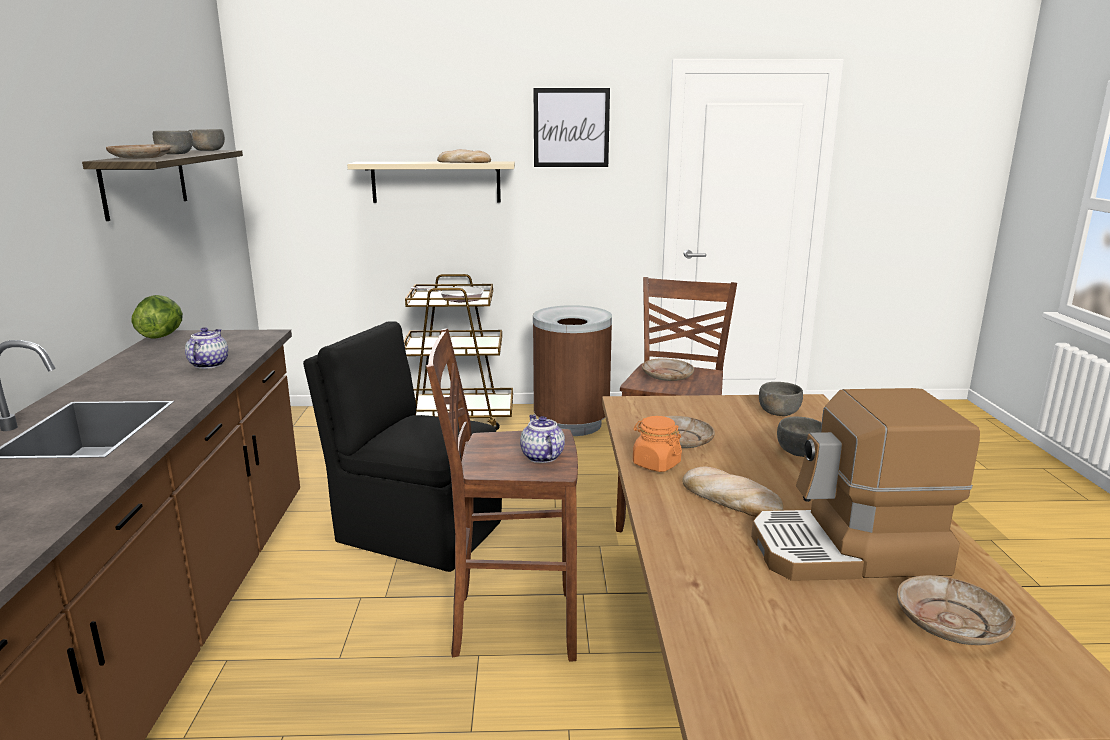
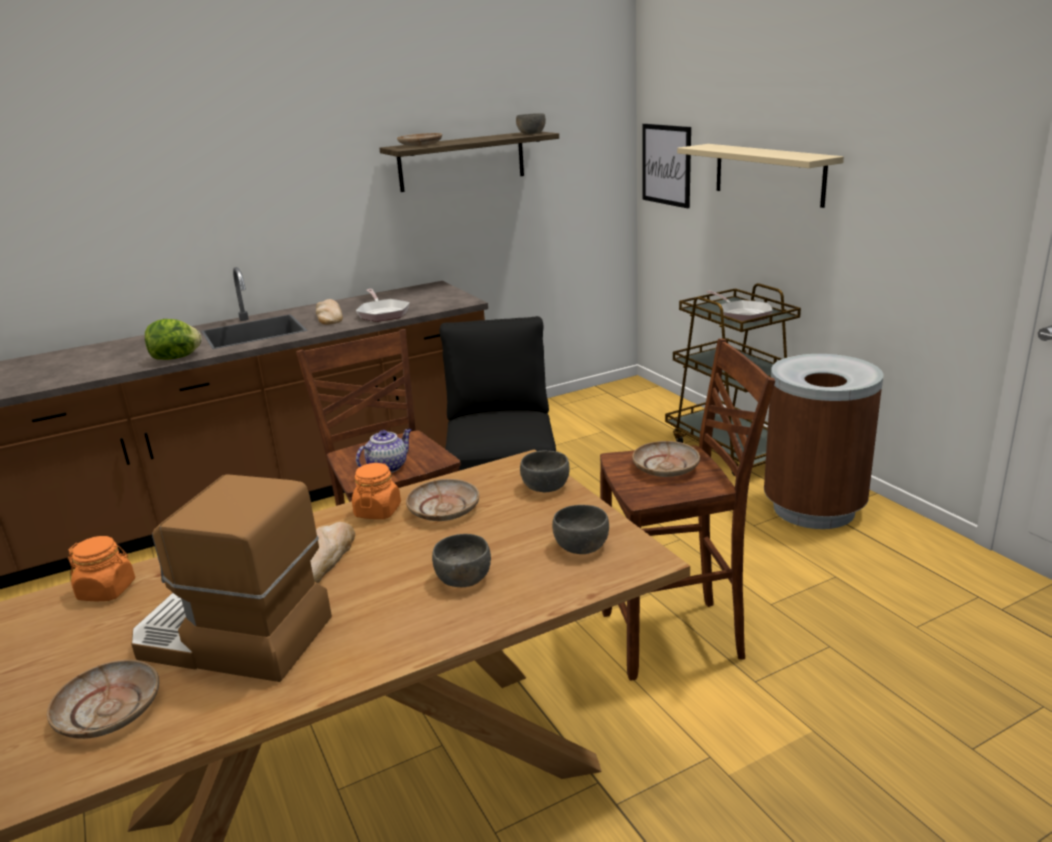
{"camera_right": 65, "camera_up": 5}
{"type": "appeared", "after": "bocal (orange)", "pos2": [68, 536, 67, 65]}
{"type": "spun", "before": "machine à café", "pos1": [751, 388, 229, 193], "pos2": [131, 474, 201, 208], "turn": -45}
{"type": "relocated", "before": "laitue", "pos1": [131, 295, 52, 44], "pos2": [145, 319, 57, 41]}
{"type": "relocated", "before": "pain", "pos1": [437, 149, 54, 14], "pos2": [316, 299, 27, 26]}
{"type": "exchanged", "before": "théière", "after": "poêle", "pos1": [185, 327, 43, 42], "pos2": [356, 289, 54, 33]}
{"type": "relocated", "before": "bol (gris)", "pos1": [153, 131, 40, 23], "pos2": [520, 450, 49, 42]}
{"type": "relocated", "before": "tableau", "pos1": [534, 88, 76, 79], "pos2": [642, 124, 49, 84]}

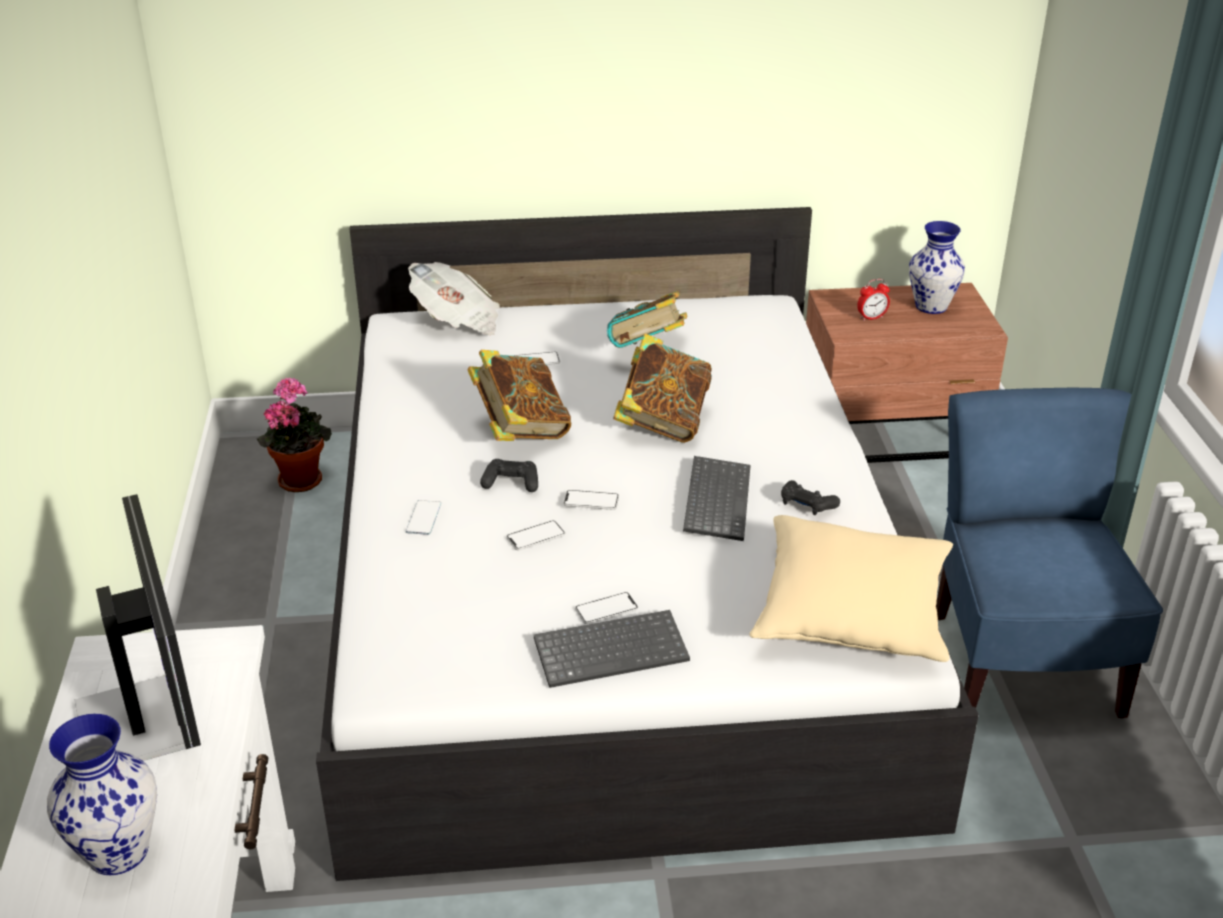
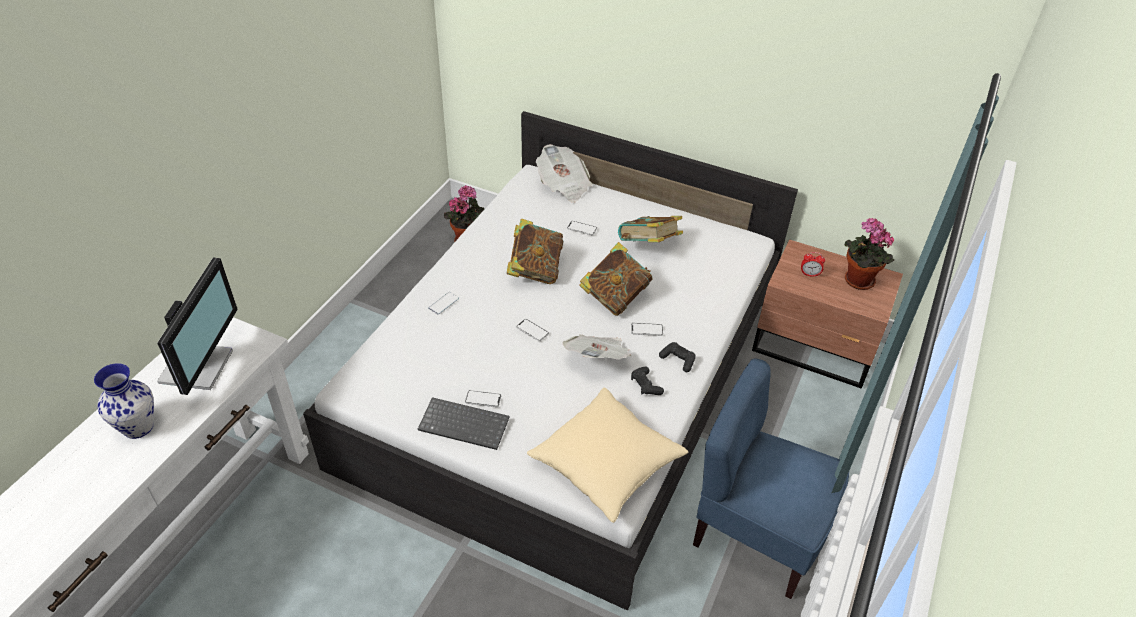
{"camera_right": 30, "camera_up": 10}
{"type": "exchanged", "before": "clavier", "after": "journal", "pos1": [683, 456, 68, 85], "pos2": [563, 334, 68, 25]}
{"type": "relocated", "before": "téléphone", "pos1": [506, 520, 59, 30], "pos2": [631, 323, 32, 13]}
{"type": "relocated", "before": "manette (noir)", "pos1": [480, 459, 58, 33], "pos2": [659, 342, 37, 30]}
{"type": "spun", "before": "chaise (bleu)", "pos1": [936, 388, 227, 331], "pos2": [693, 358, 157, 241], "turn": -90}
{"type": "exchanged", "before": "vase", "after": "plante en pot", "pos1": [909, 221, 56, 93], "pos2": [845, 218, 49, 72]}

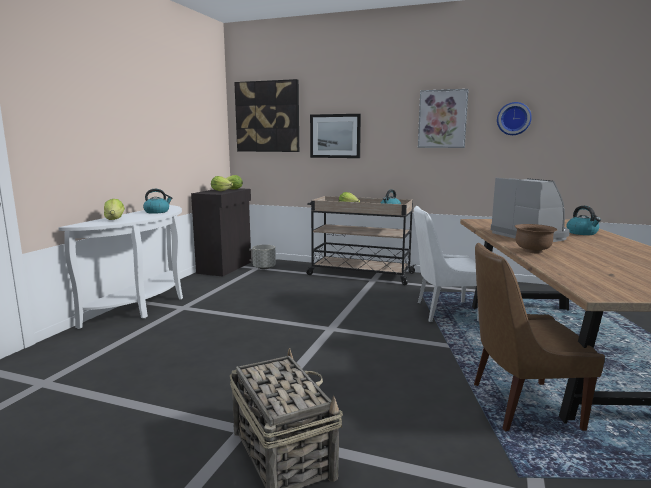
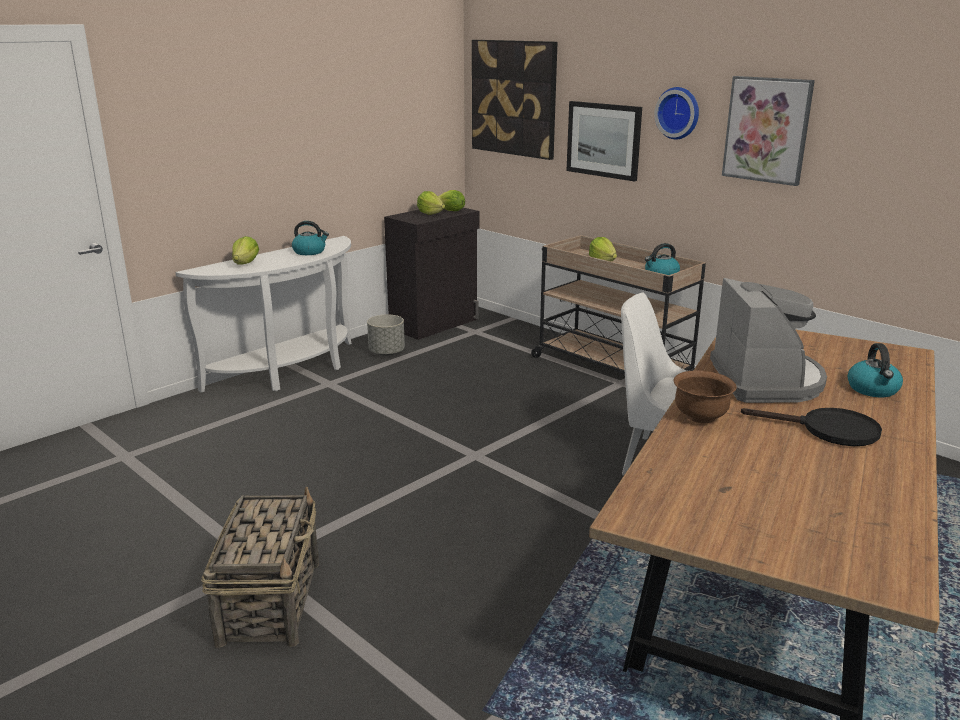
{"camera_right": 25, "camera_up": 10}
{"type": "relocated", "before": "cache-pot (gris)", "pos1": [252, 245, 24, 24], "pos2": [367, 315, 38, 41]}
{"type": "relocated", "before": "horloge murale", "pos1": [497, 102, 35, 33], "pos2": [654, 87, 45, 52]}
{"type": "appeared", "after": "poêle (noir)", "pos2": [741, 408, 141, 38]}
{"type": "missing", "before": "chaise (marron)", "pos1": [474, 243, 131, 188]}

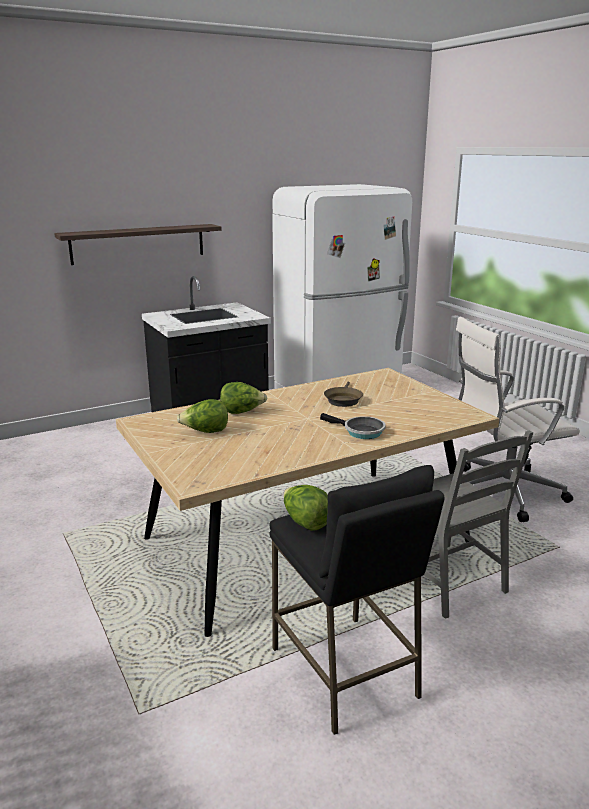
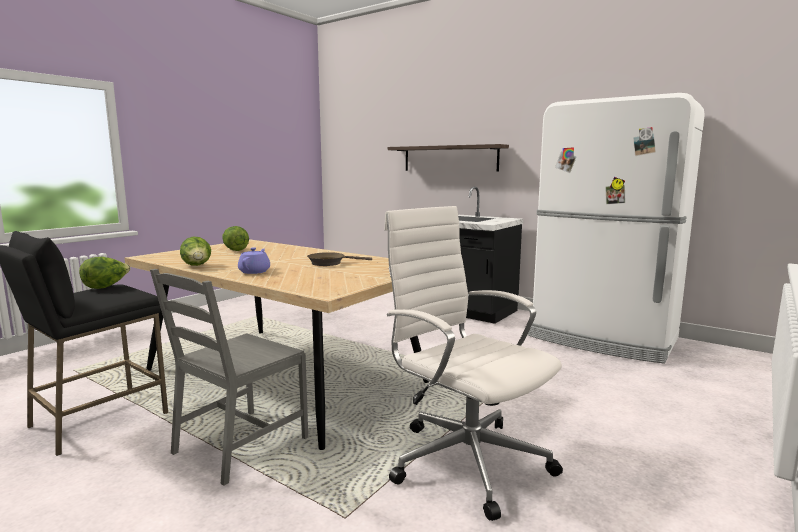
{"camera_right": 65, "camera_up": -10}
{"type": "relocated", "before": "laitue", "pos1": [220, 382, 47, 32], "pos2": [180, 237, 31, 29]}
{"type": "exchanged", "before": "poêle", "after": "théière (violet)", "pos1": [320, 413, 66, 26], "pos2": [238, 247, 32, 27]}

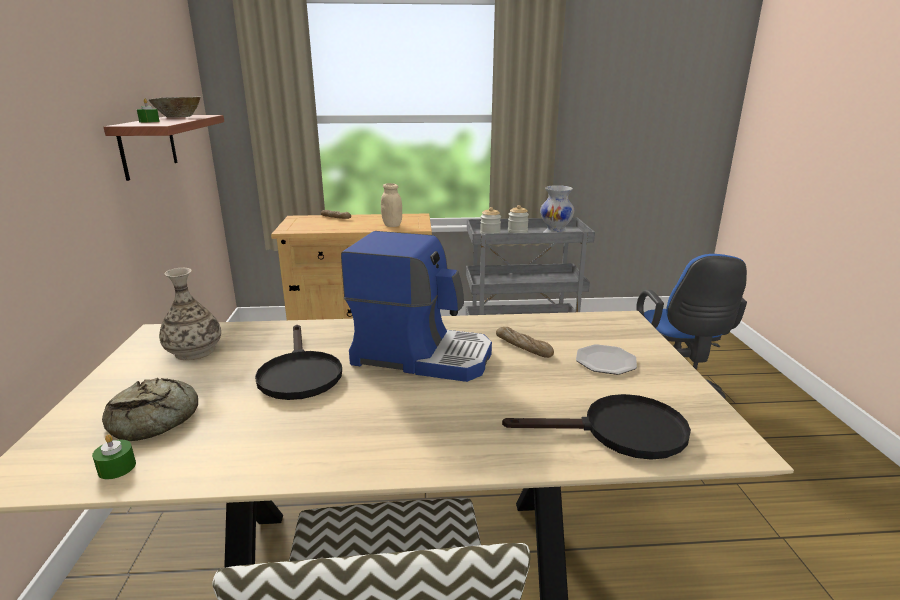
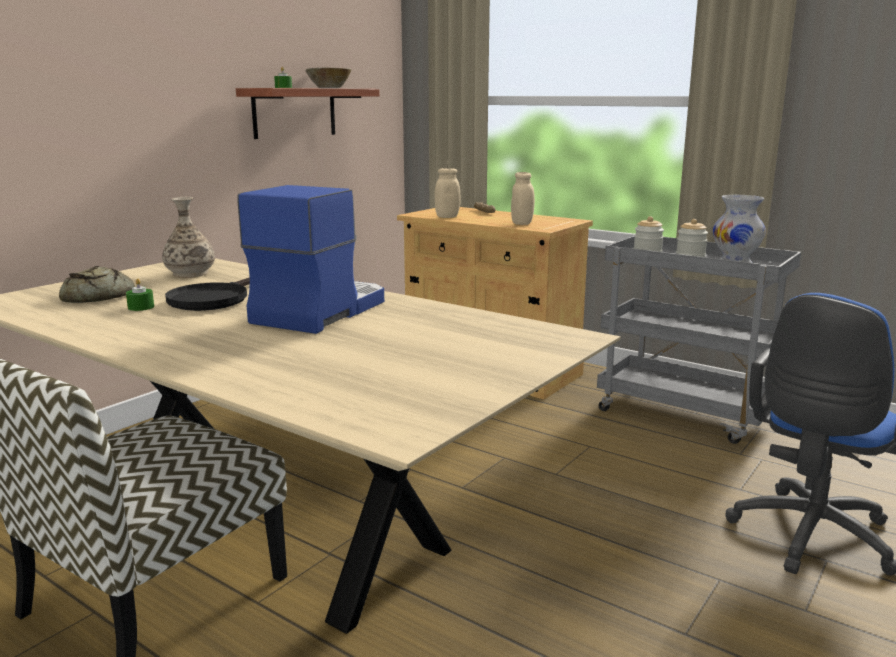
{"camera_right": 40, "camera_up": -5}
{"type": "relocated", "before": "bougie (vert)", "pos1": [92, 434, 44, 45], "pos2": [126, 278, 28, 33]}
{"type": "spun", "before": "machine à café", "pos1": [341, 231, 151, 151], "pos2": [237, 185, 147, 149], "turn": -120}
{"type": "appeared", "after": "bocal (beige)", "pos2": [434, 168, 26, 50]}
{"type": "missing", "before": "pain", "pos1": [496, 327, 58, 31]}
{"type": "missing", "before": "poêle (noir)", "pos1": [502, 394, 189, 66]}
{"type": "missing", "before": "assiette", "pos1": [576, 344, 61, 31]}

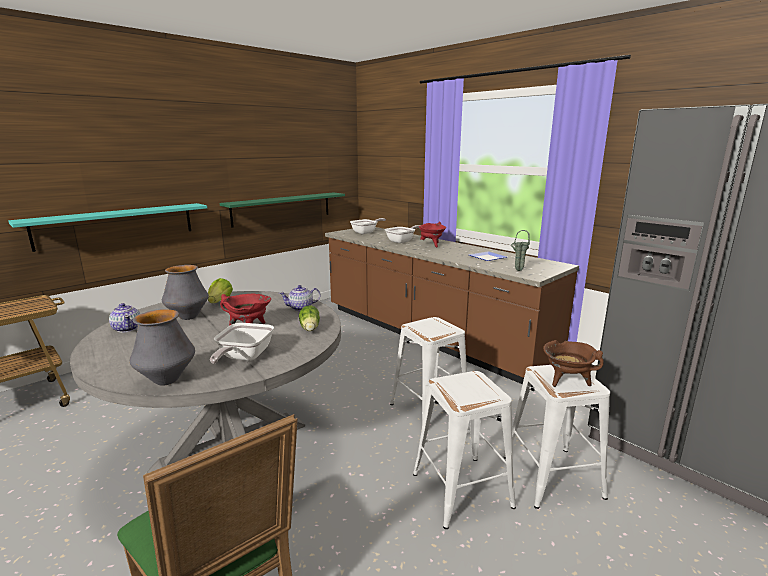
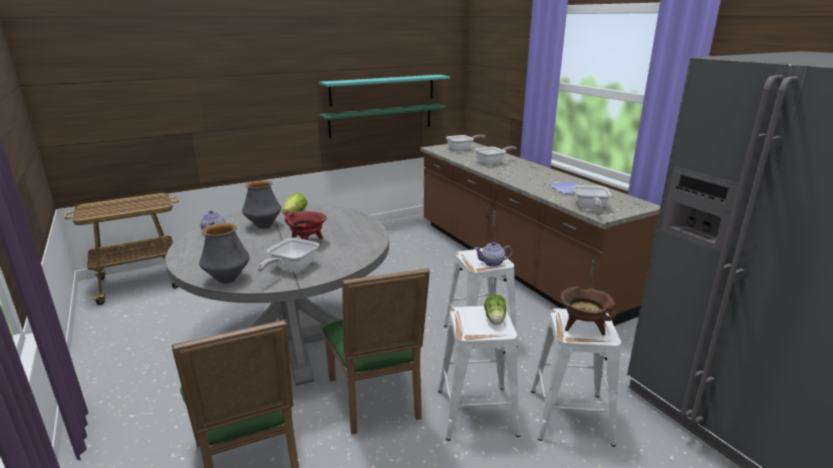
{"camera_right": 15, "camera_up": 5}
{"type": "relocated", "before": "étagère (turquoise)", "pos1": [8, 203, 199, 49], "pos2": [319, 75, 131, 32]}
{"type": "appeared", "after": "chaise (vert)", "pos2": [322, 268, 108, 166]}
{"type": "relocated", "before": "théière", "pos1": [279, 285, 41, 26], "pos2": [474, 242, 38, 25]}
{"type": "relocated", "before": "laitue", "pos1": [299, 306, 21, 25], "pos2": [484, 294, 22, 31]}
{"type": "exchanged", "before": "vase (vert)", "after": "poêle", "pos1": [511, 230, 19, 41], "pos2": [574, 185, 37, 24]}
{"type": "missing", "before": "marmite (rouge)", "pos1": [419, 222, 27, 25]}

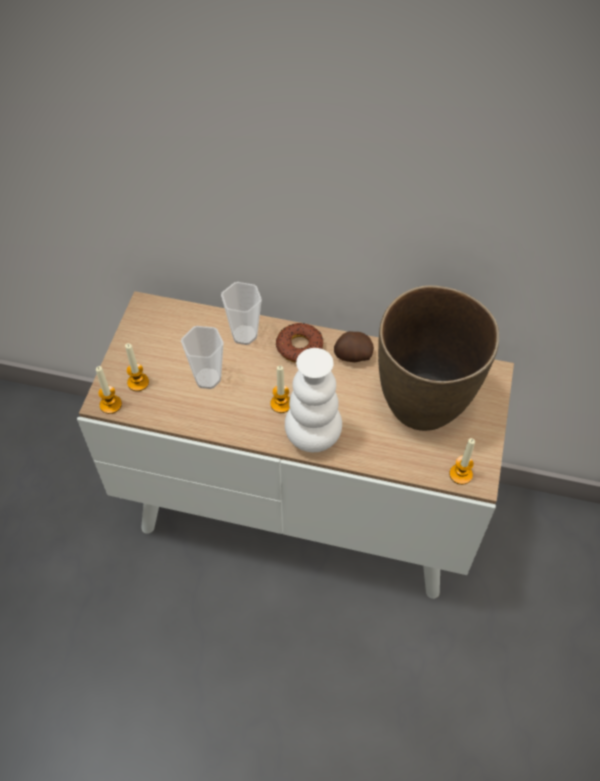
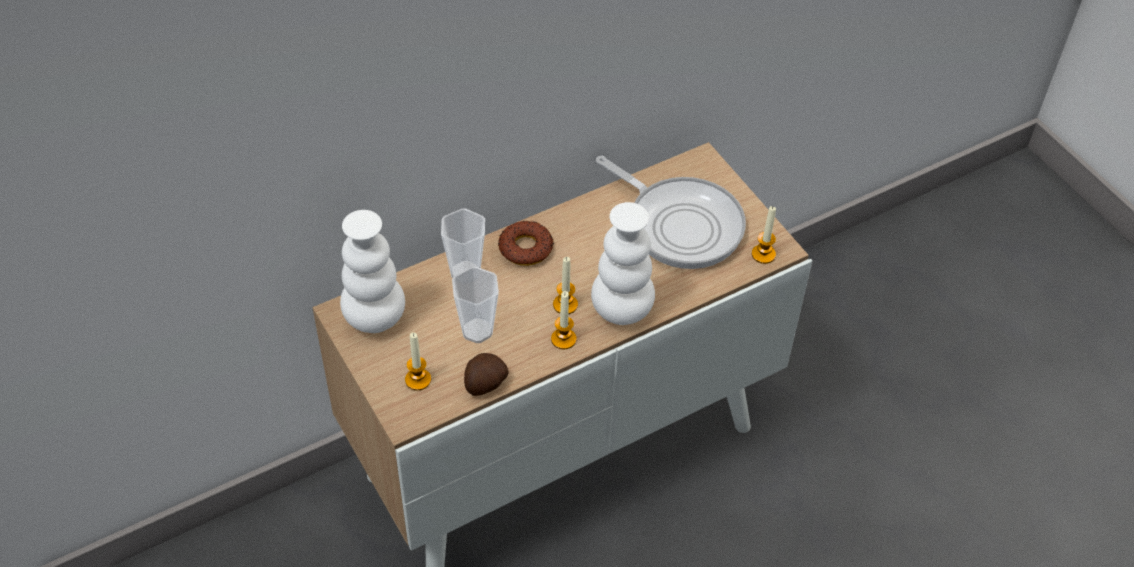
{"camera_right": -45, "camera_up": -5}
{"type": "appeared", "after": "vase (blanc)", "pos2": [340, 210, 65, 123]}
{"type": "relocated", "before": "pomme de terre", "pos1": [334, 331, 40, 31], "pos2": [464, 353, 45, 43]}
{"type": "relocated", "before": "bougie", "pos1": [96, 366, 26, 48], "pos2": [551, 291, 25, 58]}
{"type": "exchanged", "before": "vase (marron)", "after": "poêle", "pos1": [378, 285, 121, 146], "pos2": [596, 156, 150, 113]}

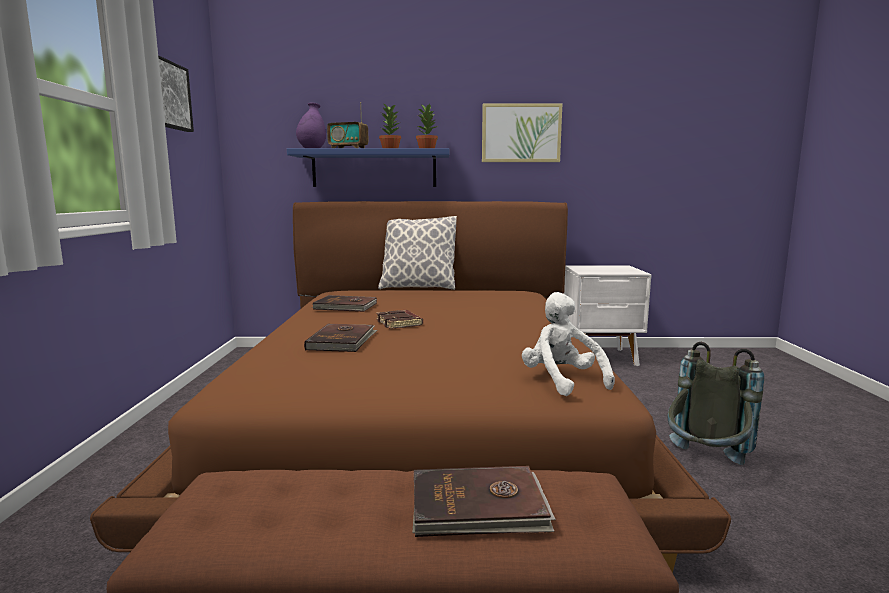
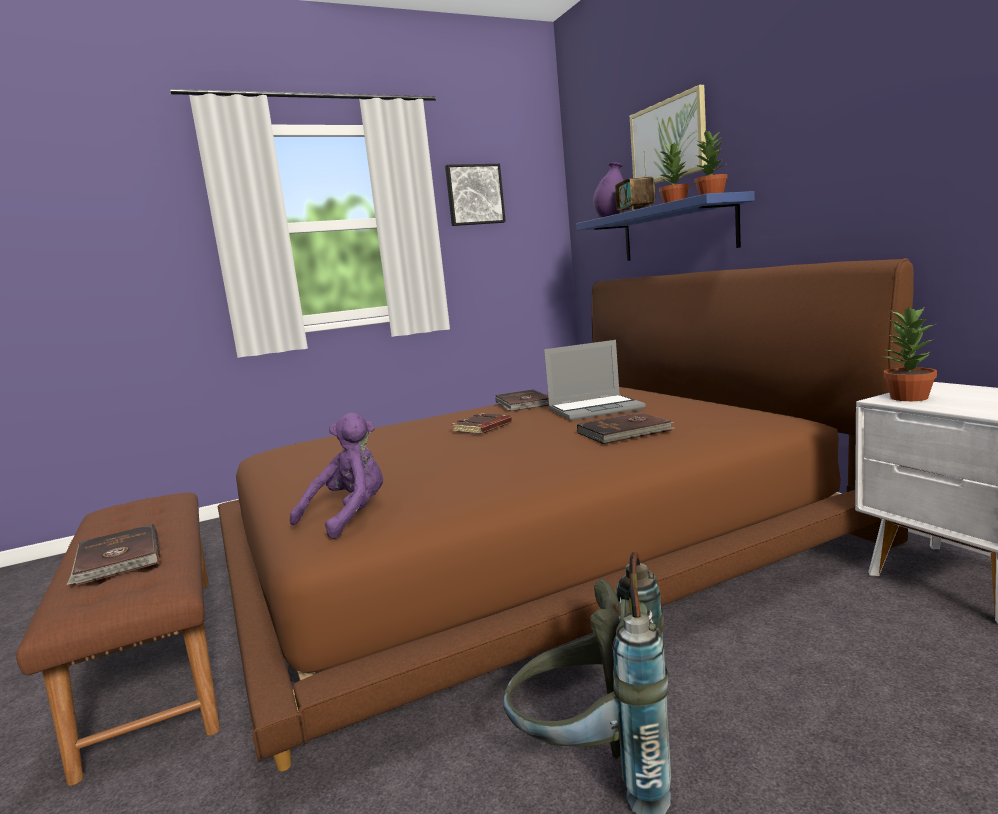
{"camera_right": 65, "camera_up": 0}
{"type": "colour", "before": "peluche (blanc)", "after": "peluche (violet)", "pos1": [522, 292, 93, 104], "pos2": [290, 413, 93, 126]}
{"type": "appeared", "after": "ordinateur portable", "pos2": [544, 340, 102, 81]}
{"type": "relocated", "before": "livre (marron)", "pos1": [304, 323, 73, 29], "pos2": [577, 412, 98, 32]}
{"type": "relocated", "before": "tableau", "pos1": [482, 104, 80, 58], "pos2": [630, 85, 77, 99]}
{"type": "appeared", "after": "plante en pot", "pos2": [883, 306, 54, 95]}
{"type": "missing", "before": "coussin", "pos1": [378, 216, 79, 74]}

